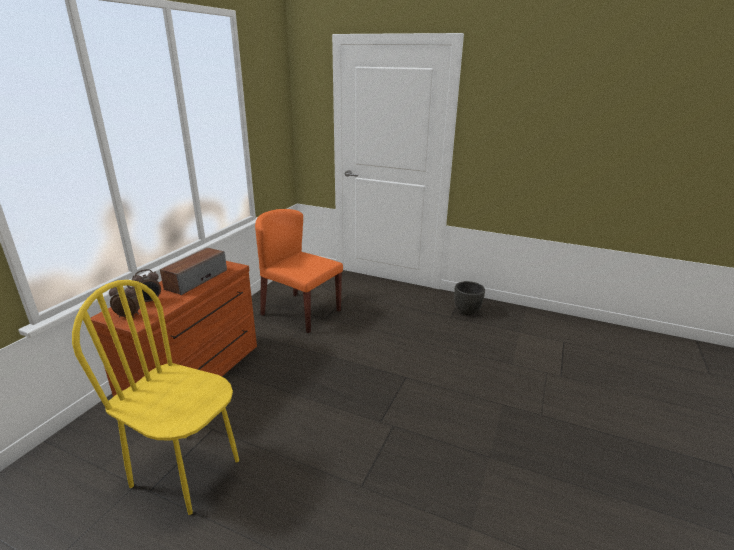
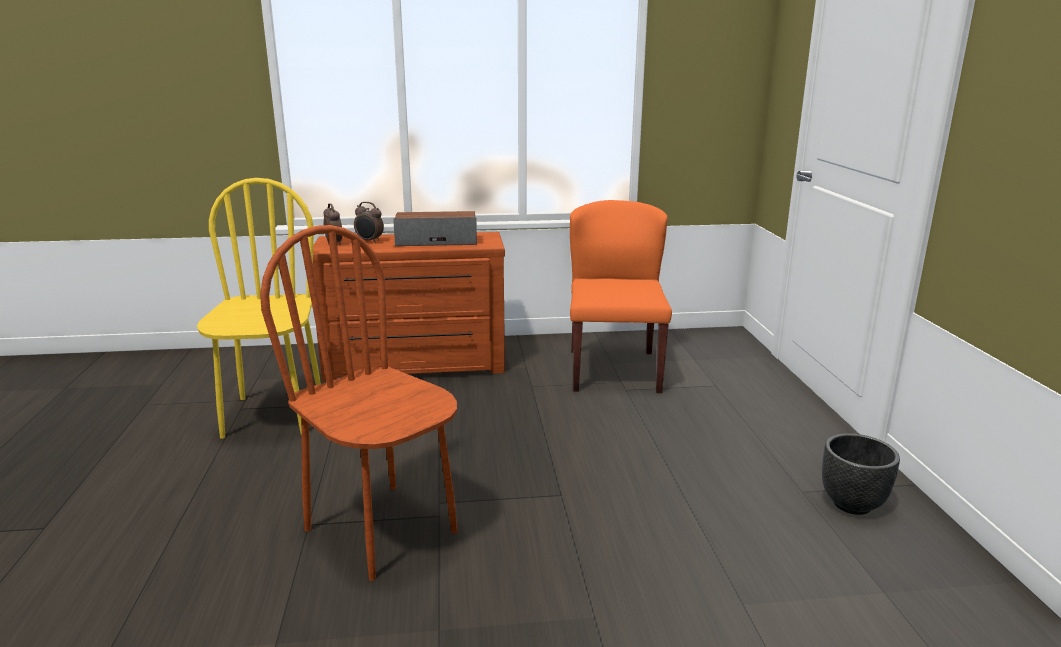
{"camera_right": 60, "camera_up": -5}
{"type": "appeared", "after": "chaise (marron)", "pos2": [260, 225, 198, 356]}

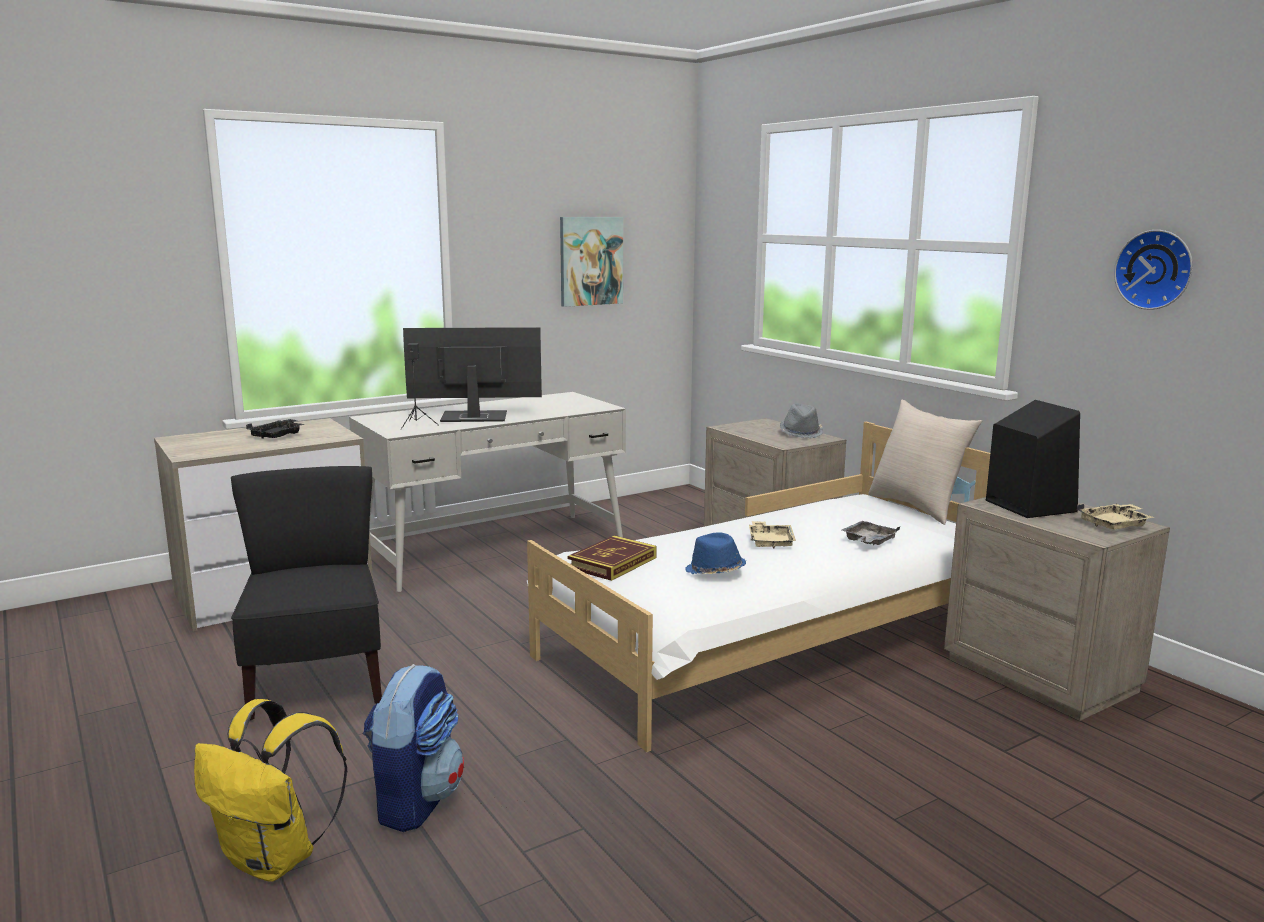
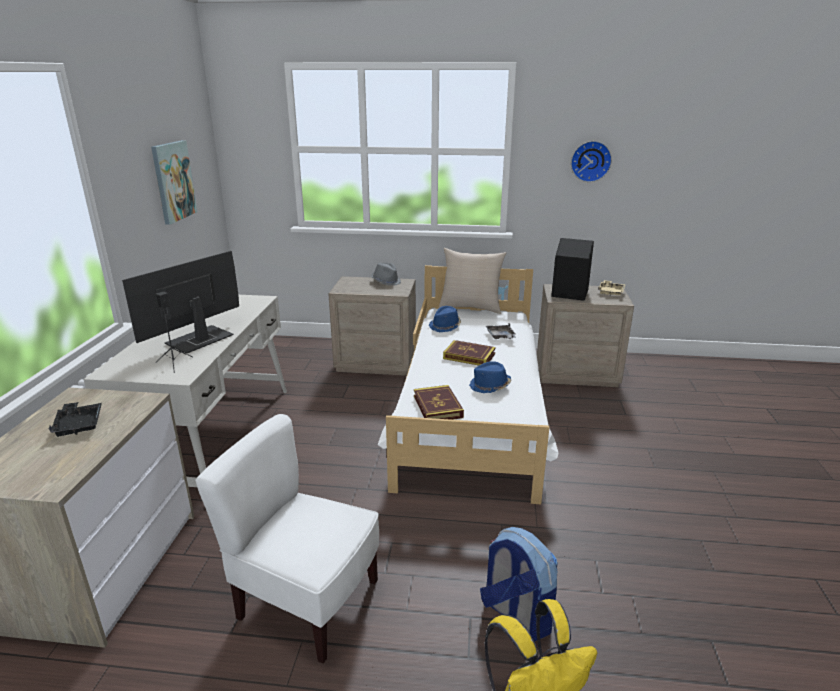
{"camera_right": -50, "camera_up": 10}
{"type": "colour", "before": "chaise (noir)", "after": "chaise (blanc)", "pos1": [231, 466, 151, 254], "pos2": [195, 414, 184, 250]}
{"type": "appeared", "after": "chapeau (bleu)", "pos2": [429, 306, 32, 26]}
{"type": "exchanged", "before": "plateau (beige)", "after": "livre", "pos1": [749, 521, 47, 28], "pos2": [443, 340, 53, 25]}

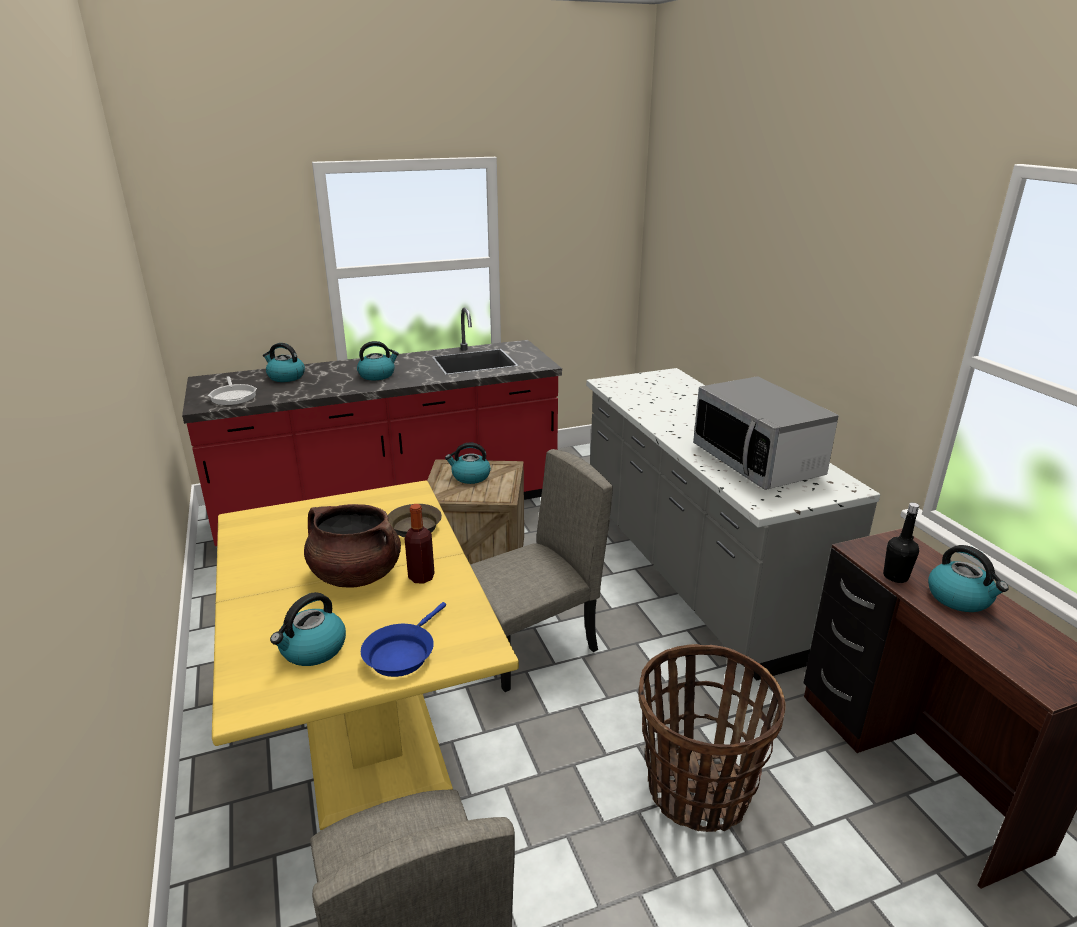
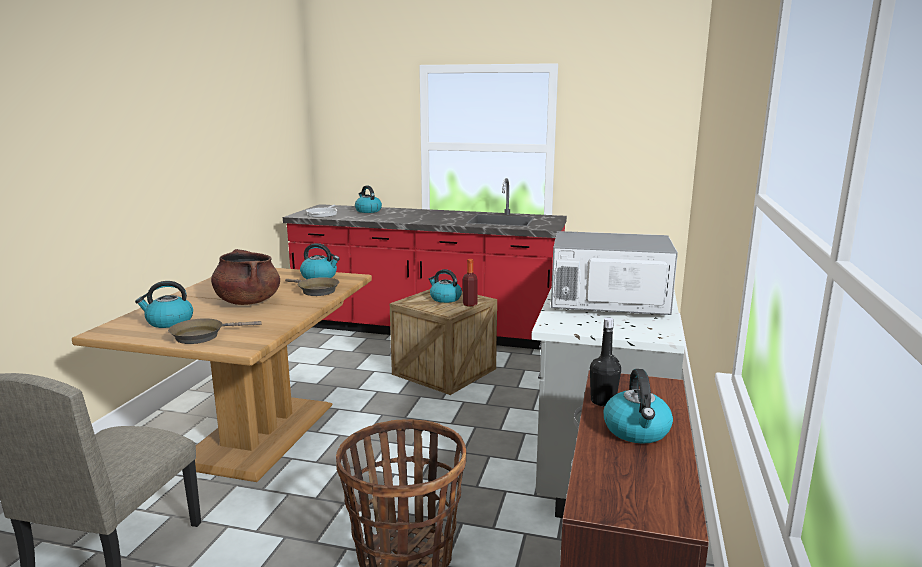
{"camera_right": 35, "camera_up": -10}
{"type": "colour", "before": "table à manger (jaune)", "after": "table à manger (marron)", "pos1": [212, 480, 307, 350], "pos2": [72, 268, 300, 214]}
{"type": "colour", "before": "poêle (bleu)", "after": "poêle (marron)", "pos1": [361, 602, 85, 75], "pos2": [168, 318, 94, 26]}
{"type": "relocated", "before": "bouilloire", "pos1": [357, 341, 42, 39], "pos2": [300, 243, 40, 36]}
{"type": "relocated", "before": "bouteille", "pos1": [405, 504, 30, 80], "pos2": [463, 259, 15, 48]}
{"type": "spun", "before": "micro-ondes", "pos1": [693, 376, 146, 114], "pos2": [551, 231, 127, 84], "turn": 90}
{"type": "missing", "before": "chaise (beige)", "pos1": [470, 449, 143, 243]}

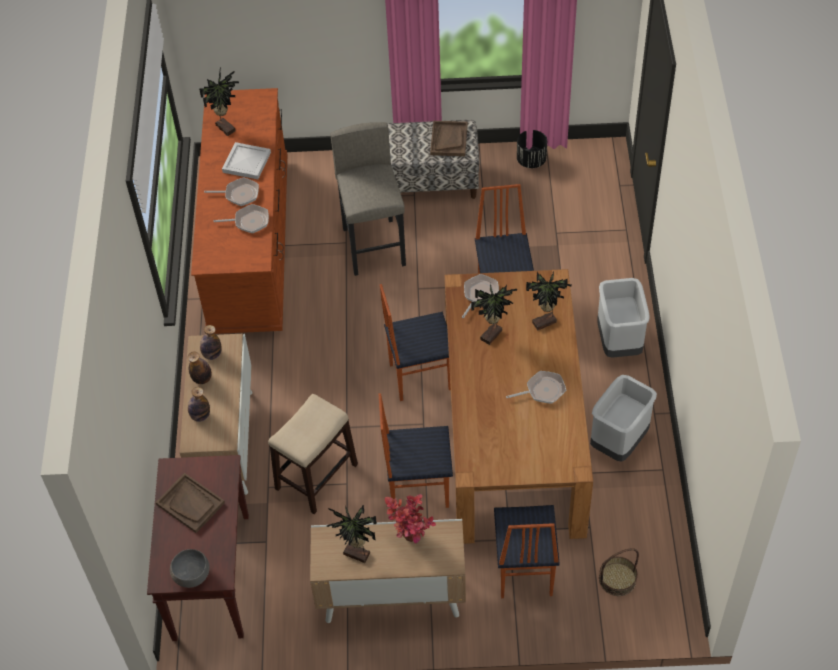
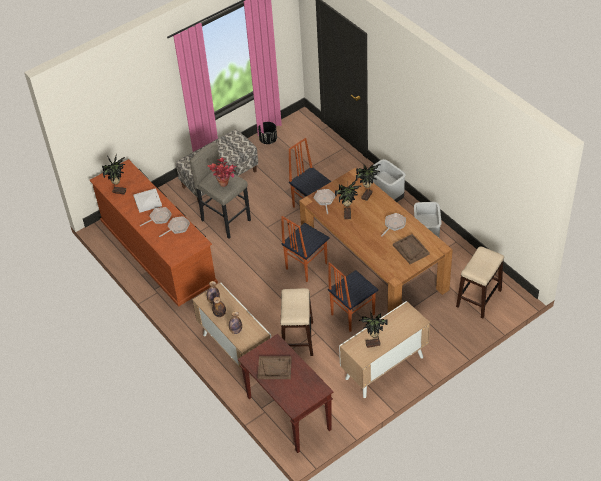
{"camera_right": -35, "camera_up": -5}
{"type": "relocated", "before": "plante en pot", "pos1": [385, 494, 51, 49], "pos2": [207, 157, 30, 30]}
{"type": "relocated", "before": "plateau (marron)", "pos1": [430, 121, 38, 35], "pos2": [393, 234, 37, 30]}
{"type": "exchanged", "before": "panier", "after": "tabouret", "pos1": [599, 548, 40, 48], "pos2": [456, 246, 48, 72]}
{"type": "missing", "before": "bol (gris)", "pos1": [170, 549, 40, 39]}
{"type": "missing", "before": "chaise", "pos1": [494, 505, 66, 93]}

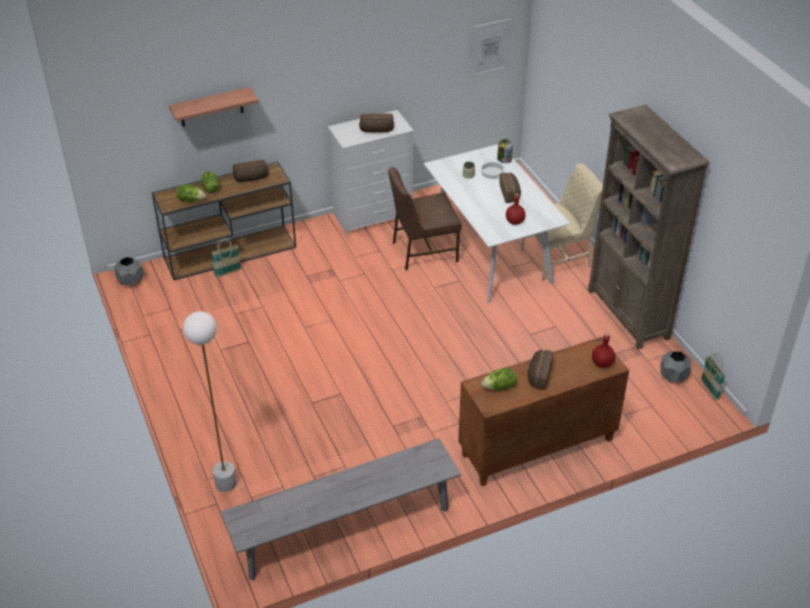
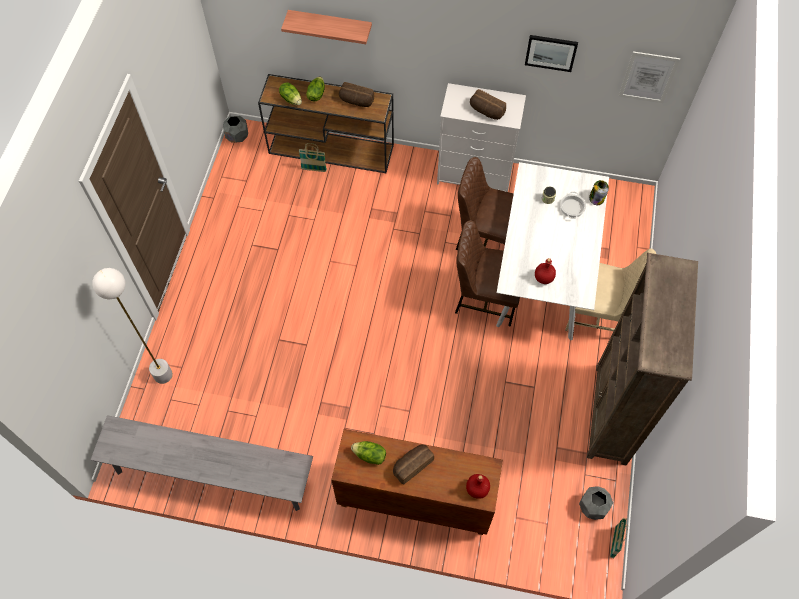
{"camera_right": 35, "camera_up": 20}
{"type": "appeared", "after": "chaise (marron)", "pos2": [455, 220, 65, 107]}
{"type": "appeared", "after": "tableau", "pos2": [525, 35, 53, 37]}
{"type": "missing", "before": "pain", "pos1": [499, 173, 22, 30]}

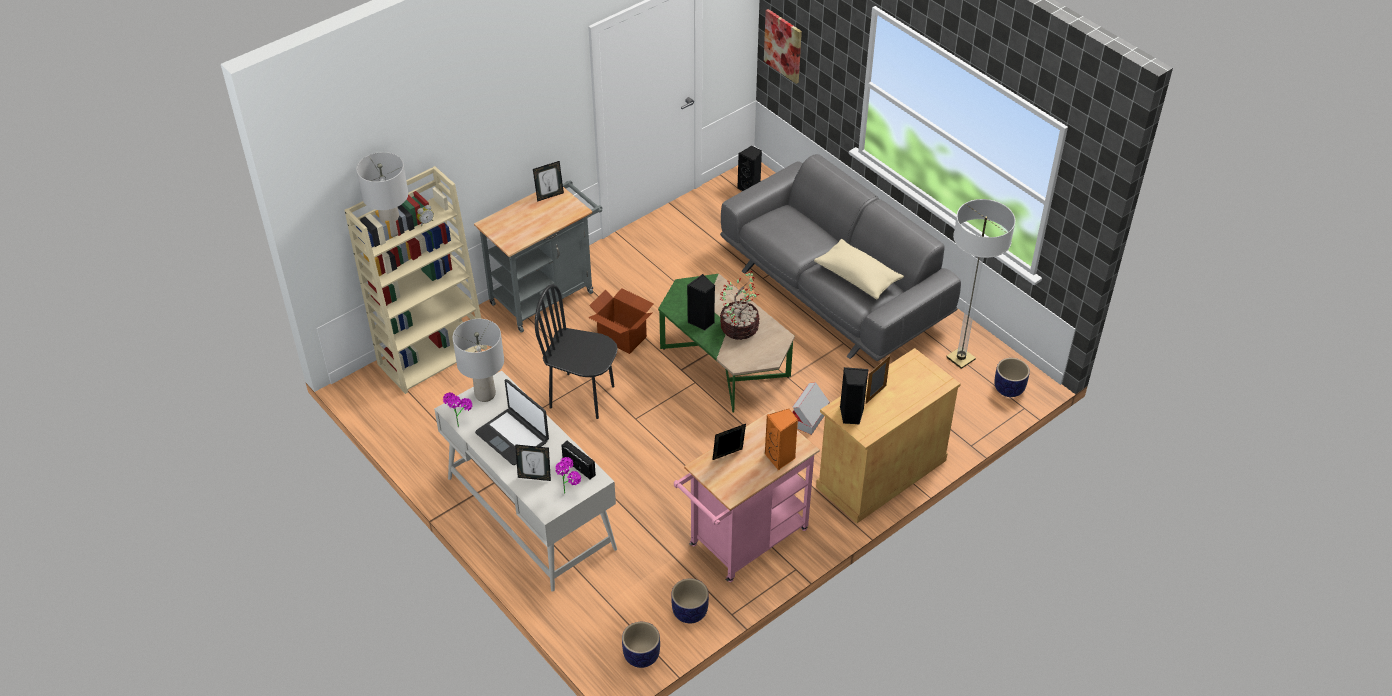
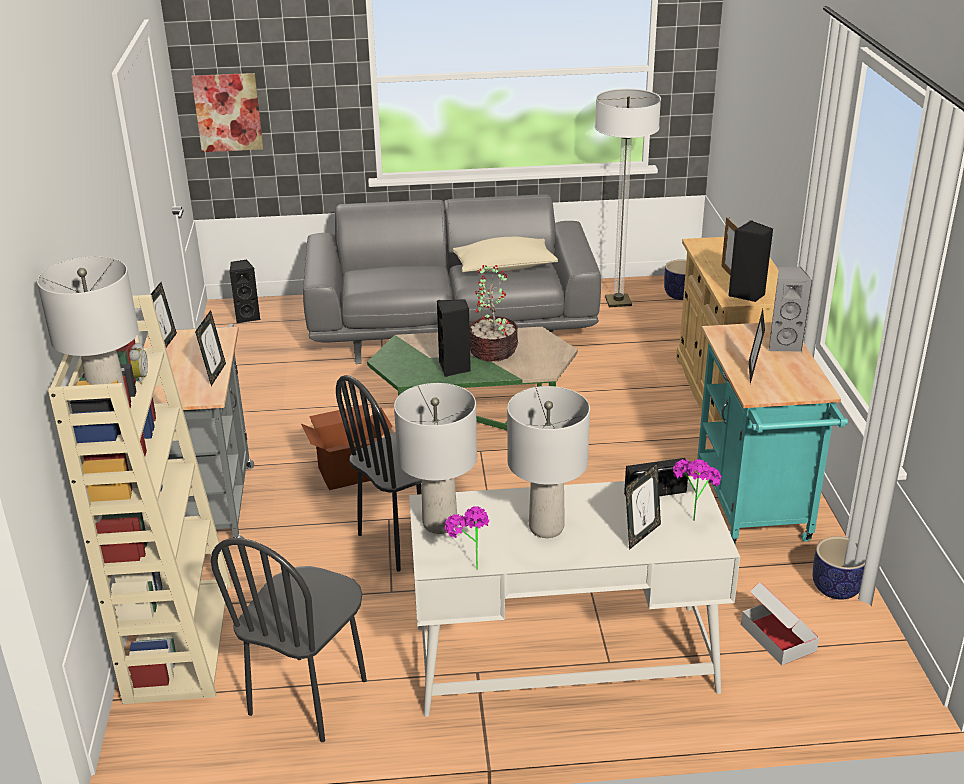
{"camera_right": -55, "camera_up": -15}
{"type": "appeared", "after": "cadre photo", "pos2": [195, 310, 31, 76]}
{"type": "appeared", "after": "chaise (noir)", "pos2": [211, 538, 156, 204]}
{"type": "exchanged", "before": "ordinateur portable", "after": "lampe de table (gris)", "pos1": [475, 379, 74, 86], "pos2": [507, 386, 83, 152]}
{"type": "colour", "before": "chariot (rose)", "after": "chariot (turquoise)", "pos1": [674, 410, 146, 172], "pos2": [697, 322, 151, 222]}
{"type": "relocated", "before": "carton", "pos1": [792, 382, 38, 53], "pos2": [741, 582, 78, 84]}
{"type": "colour", "before": "enceinte (orange)", "after": "enceinte (gris)", "pos1": [765, 409, 33, 61], "pos2": [769, 267, 44, 85]}
{"type": "missing", "before": "cache-pot", "pos1": [622, 622, 38, 46]}

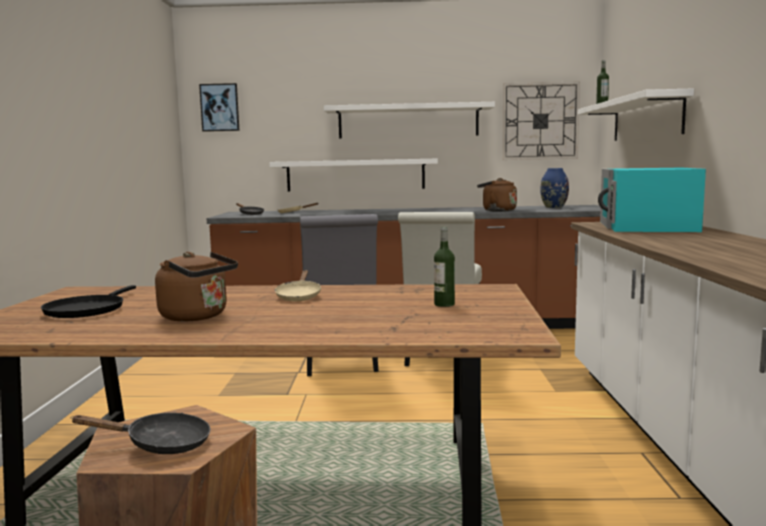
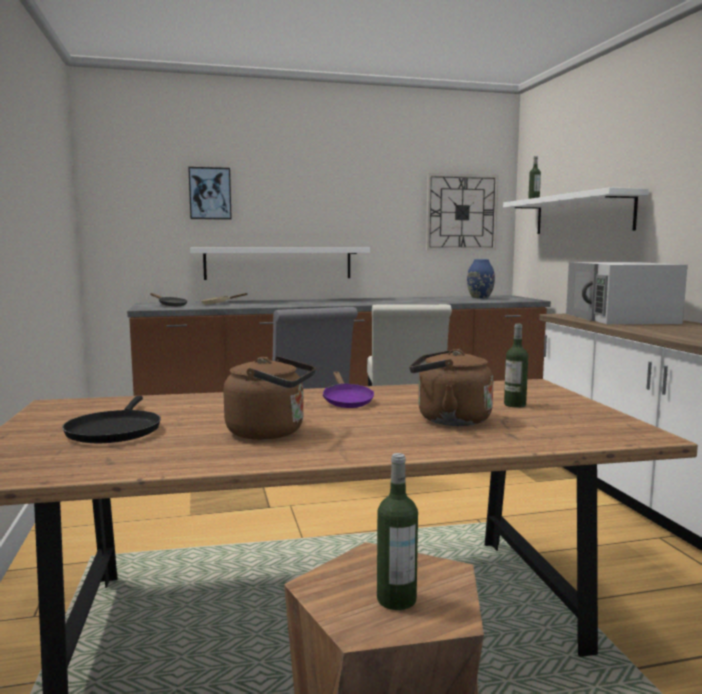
{"camera_right": -15, "camera_up": 0}
{"type": "relocated", "before": "tableau", "pos1": [199, 83, 40, 49], "pos2": [188, 167, 44, 53]}
{"type": "colour", "before": "poêle (beige)", "after": "poêle (violet)", "pos1": [275, 270, 46, 31], "pos2": [323, 371, 51, 37]}
{"type": "exchanged", "before": "poêle (noir)", "after": "bouteille", "pos1": [71, 413, 140, 41], "pos2": [377, 453, 41, 157]}
{"type": "relocated", "before": "bouilloire (marron)", "pos1": [477, 178, 40, 34], "pos2": [409, 349, 85, 77]}
{"type": "colour", "before": "micro-ondes (turquoise)", "after": "micro-ondes (blanc)", "pos1": [598, 168, 108, 64], "pos2": [566, 262, 122, 62]}
{"type": "missing", "before": "étagère (blanc)", "pos1": [324, 102, 171, 37]}

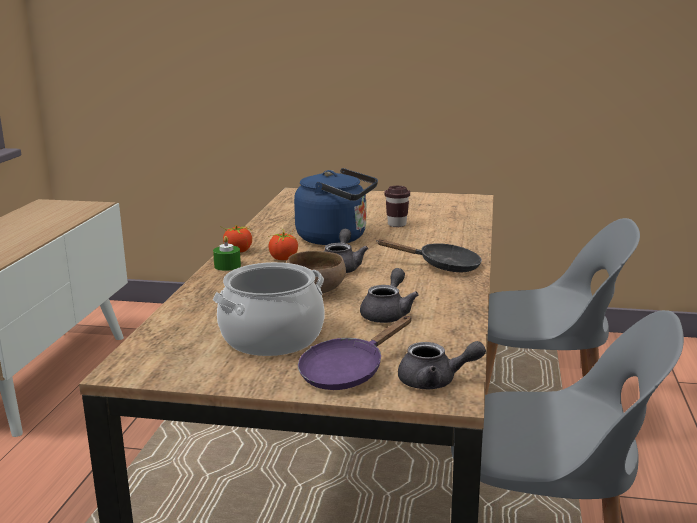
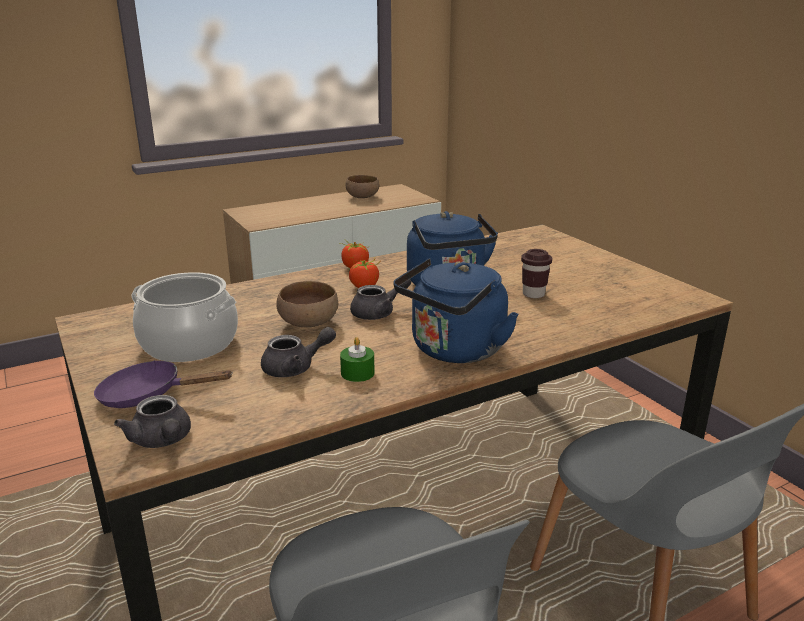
{"camera_right": 50, "camera_up": 5}
{"type": "relocated", "before": "bougie (vert)", "pos1": [213, 236, 28, 35], "pos2": [340, 337, 35, 45]}
{"type": "appeared", "after": "bol (marron)", "pos2": [345, 175, 34, 23]}
{"type": "exchanged", "before": "poêle (noir)", "after": "bouilloire (bleu)", "pos1": [376, 239, 106, 33], "pos2": [394, 258, 125, 105]}

